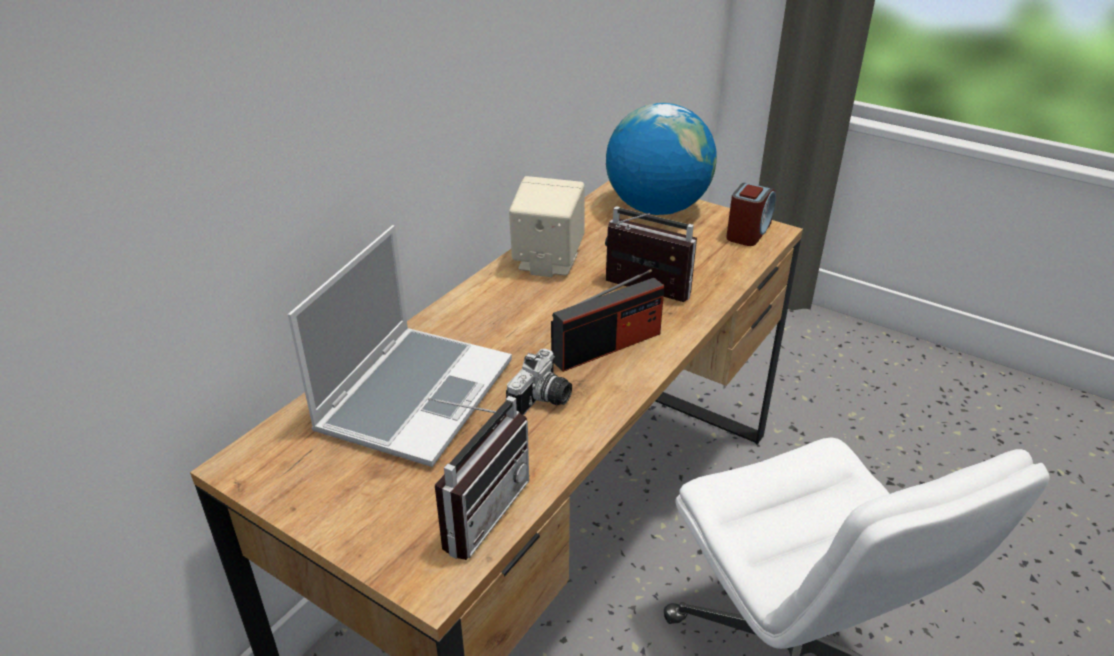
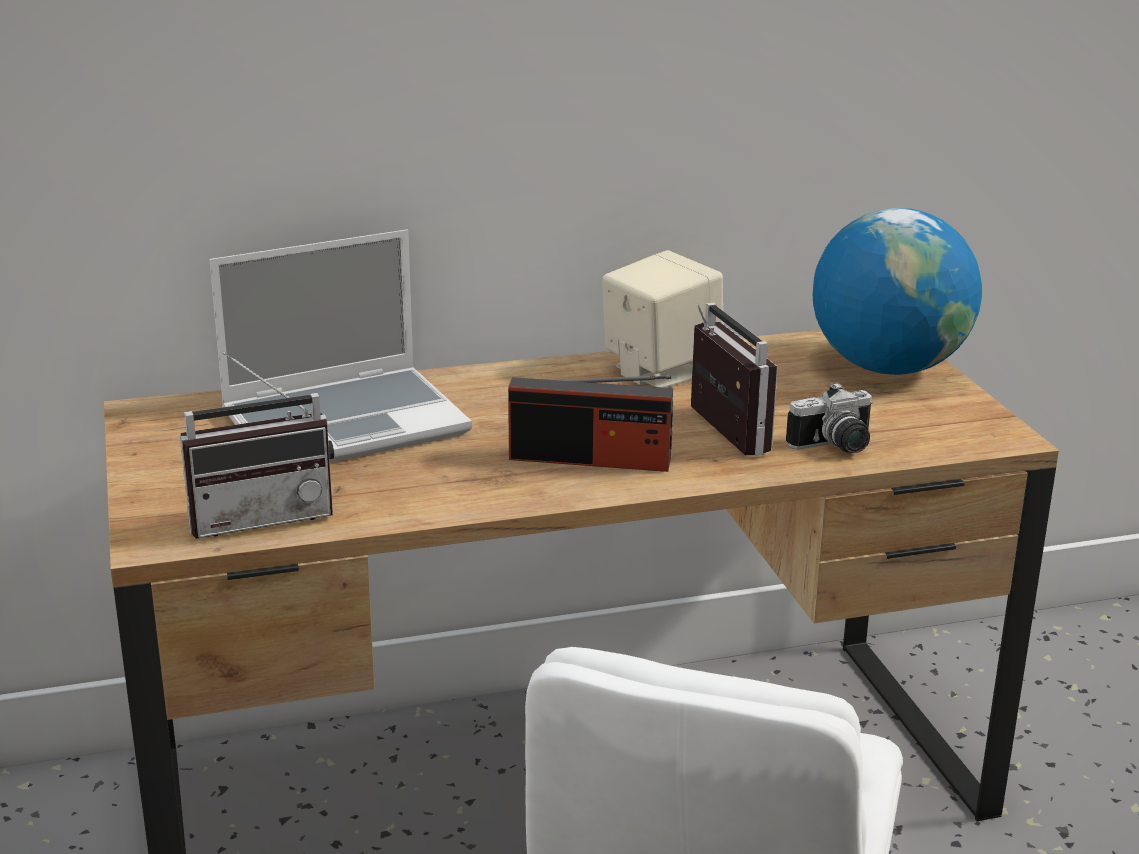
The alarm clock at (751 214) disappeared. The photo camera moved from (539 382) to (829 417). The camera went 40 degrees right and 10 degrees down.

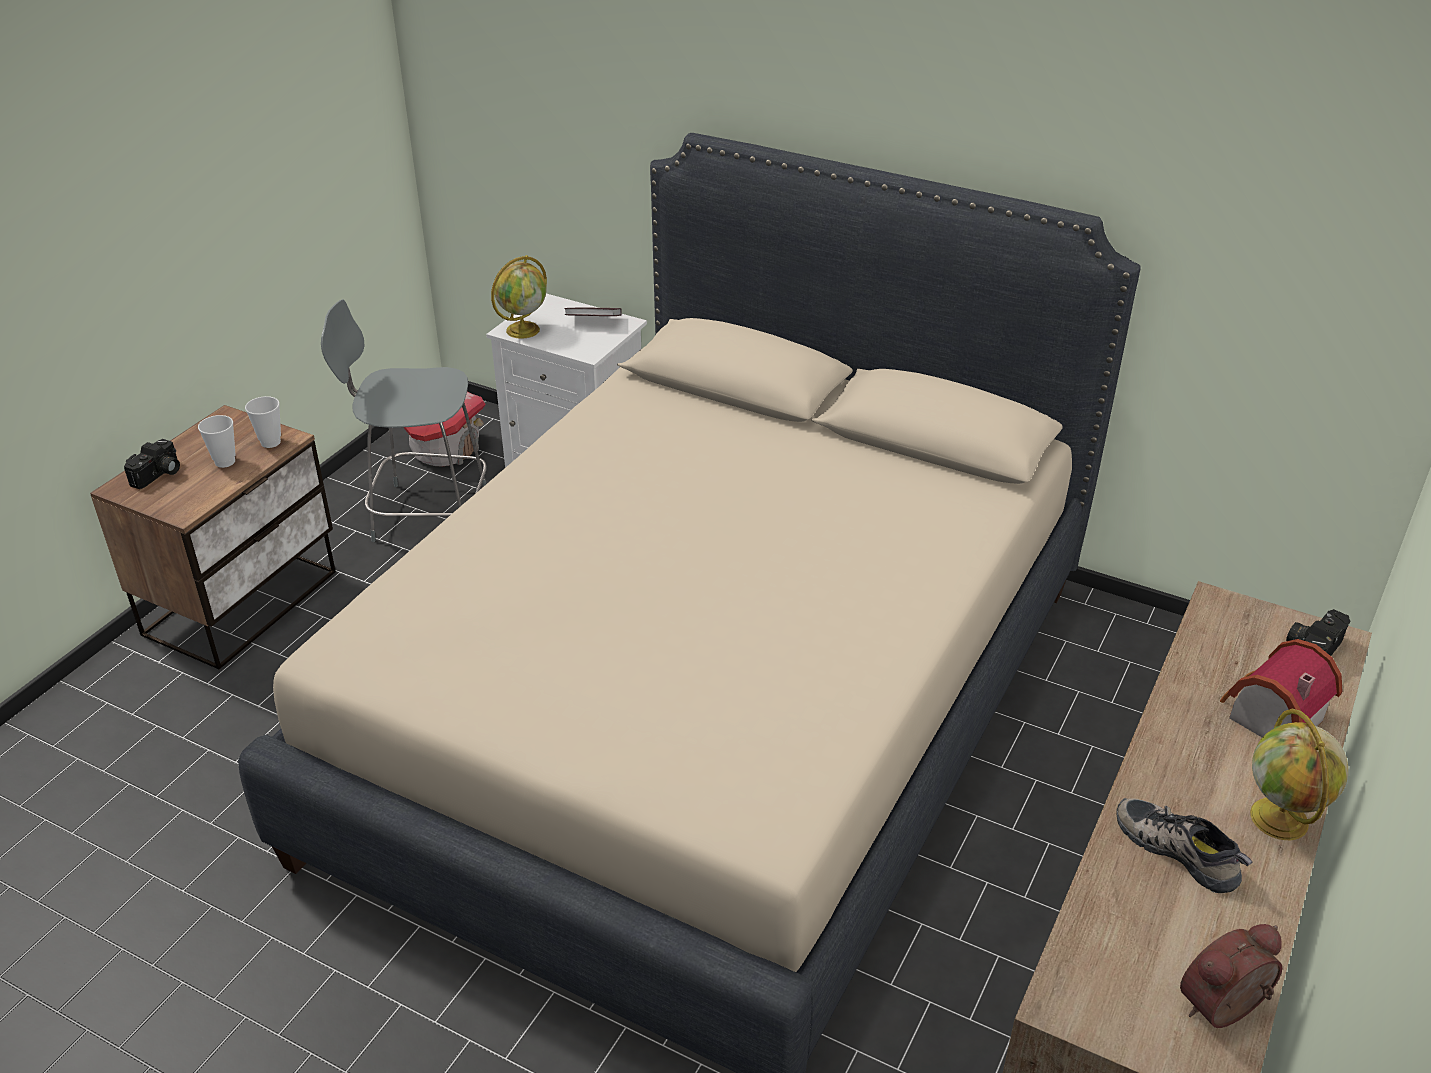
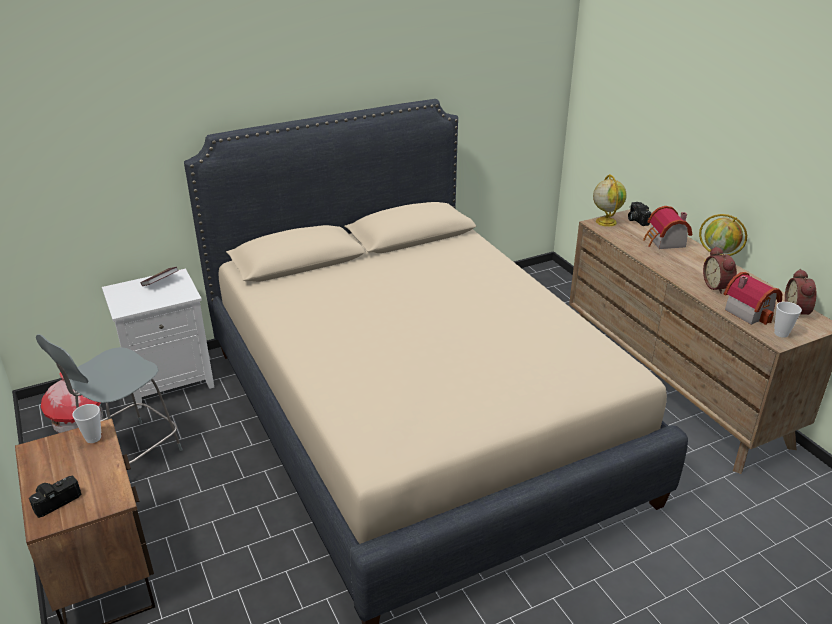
The model house at (753 298) appeared. The small cup moved from (216 441) to (788 320). The globe moved from (519 297) to (610 200). The item of footwear at (1184 845) was replaced by the alarm clock at (720 270). The photo camera at (152 464) turned 105 degrees counterclockwise. The camera went 55 degrees left and 5 degrees down.

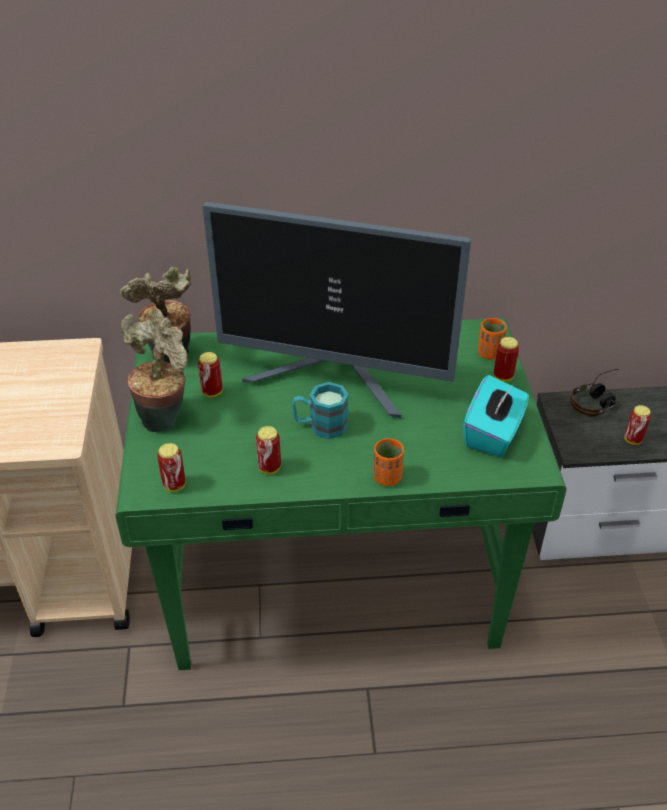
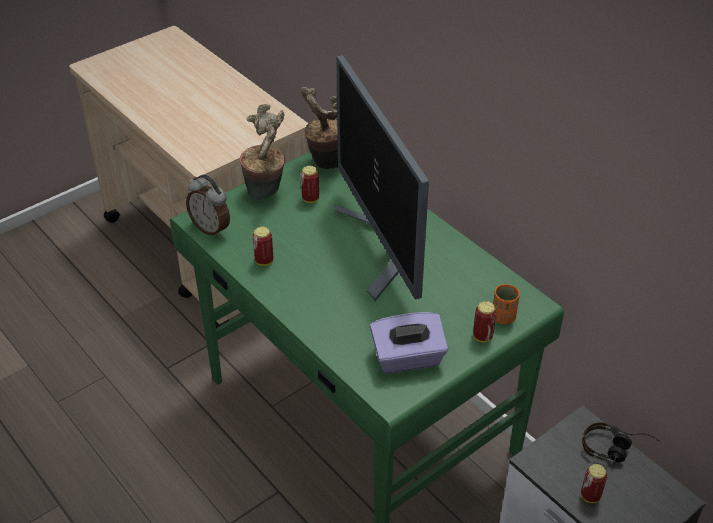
The turquoise mug at (320 410) disappeared. The orange-coloured small cup at (388 462) disappeared. The metal can at (171 467) was replaced by the alarm clock at (208 206). The turquoise tissue holder at (496 416) became the purplish tissue holder at (409 342). The camera went 55 degrees right and 0 degrees up.

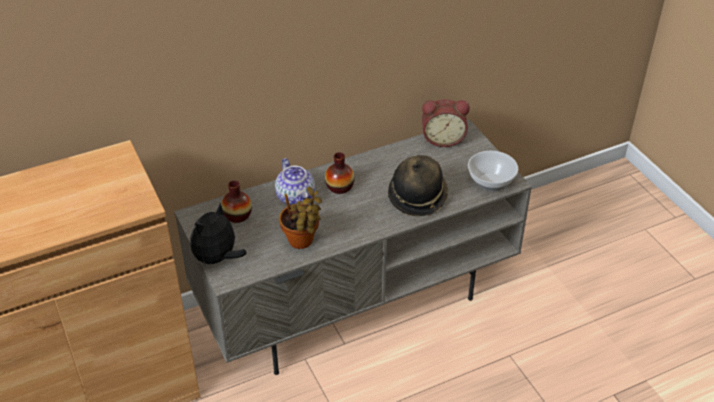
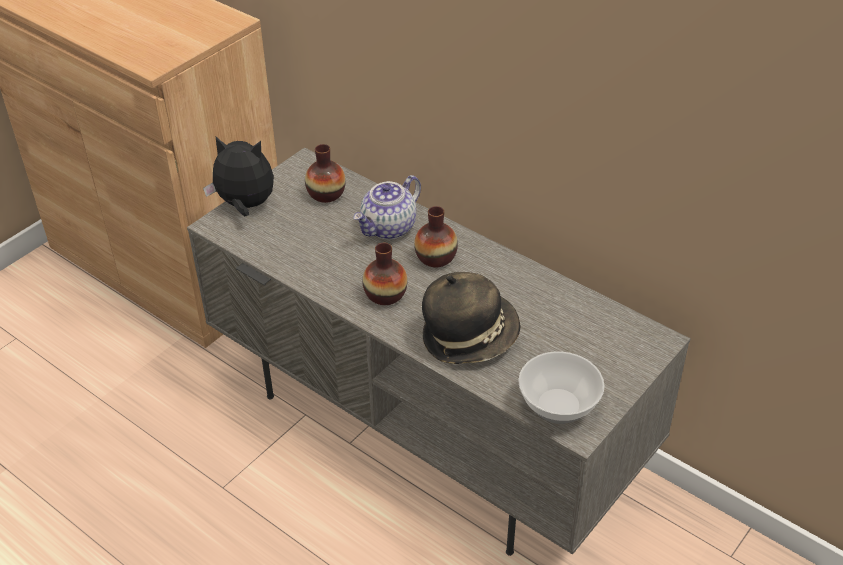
The potted plant at (300 218) disappeared. The alarm clock at (446 123) disappeared. The vase at (385 274) appeared. The camera went 65 degrees right and 0 degrees up.

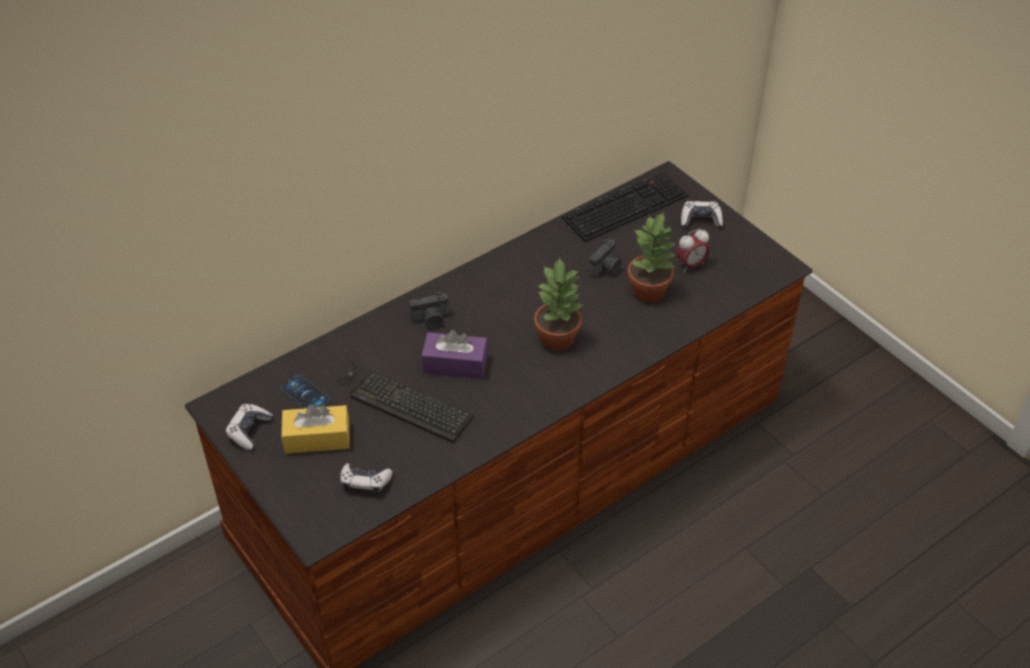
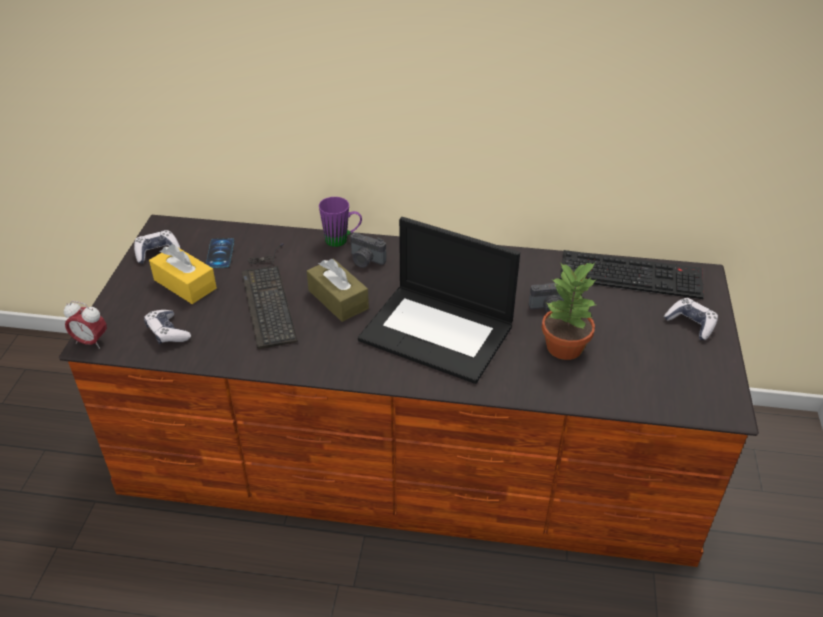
The purplish mug at (340 222) appeared. The alarm clock moved from (693 250) to (85 325). The potted plant at (558 304) was replaced by the notebook computer at (439 300). The purplish tissue holder at (455 354) became the brown-coloured tissue holder at (338 290). The camera went 45 degrees right and 5 degrees down.

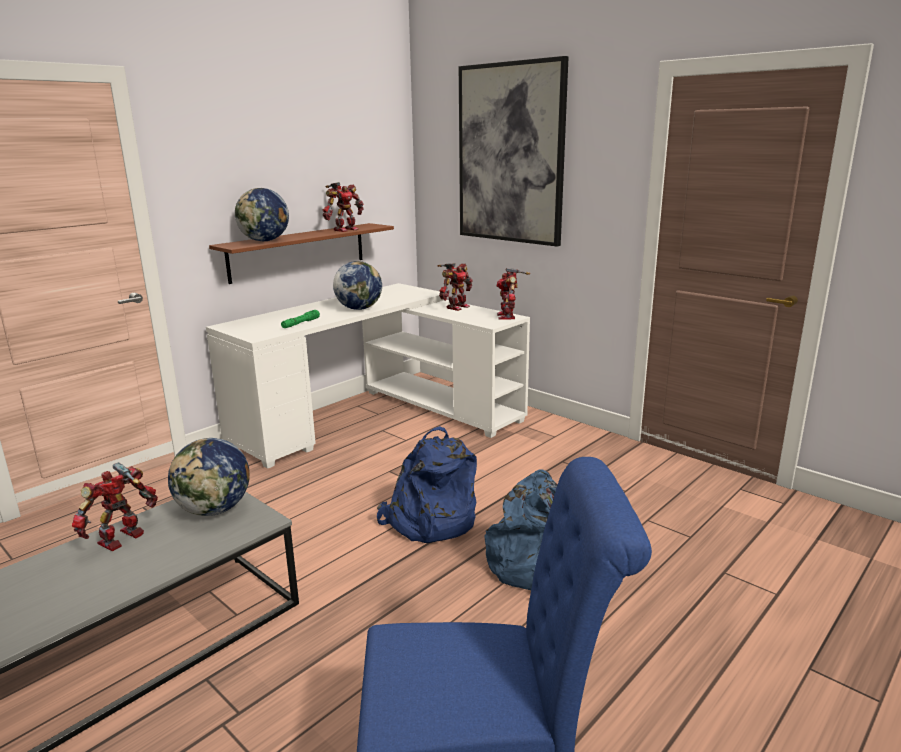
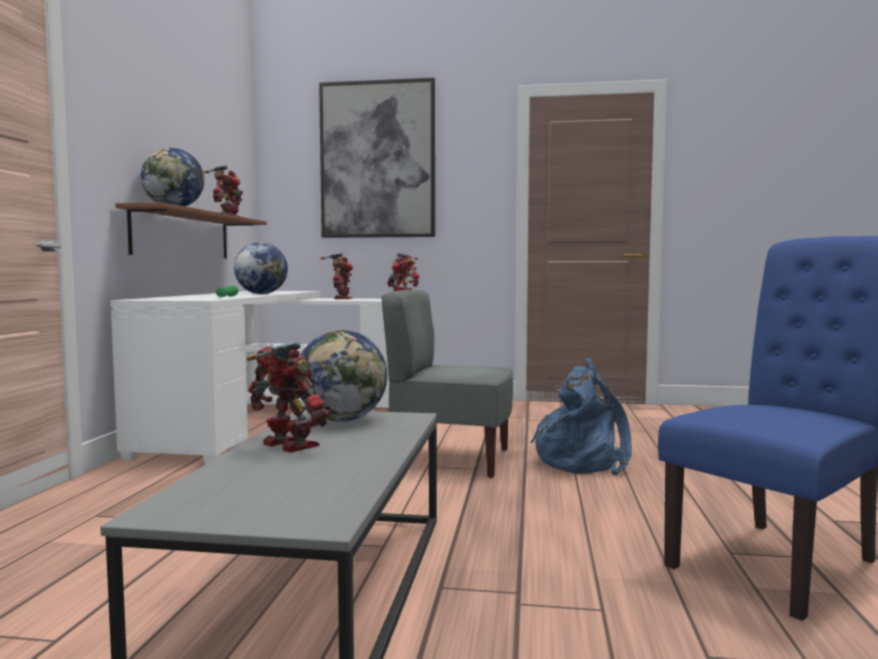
The blue-coloured backpack at (427 484) was replaced by the grey upright chair at (447 384). The robot figure at (115 507) turned 135 degrees clockwise. The camera went 35 degrees left and 15 degrees down.

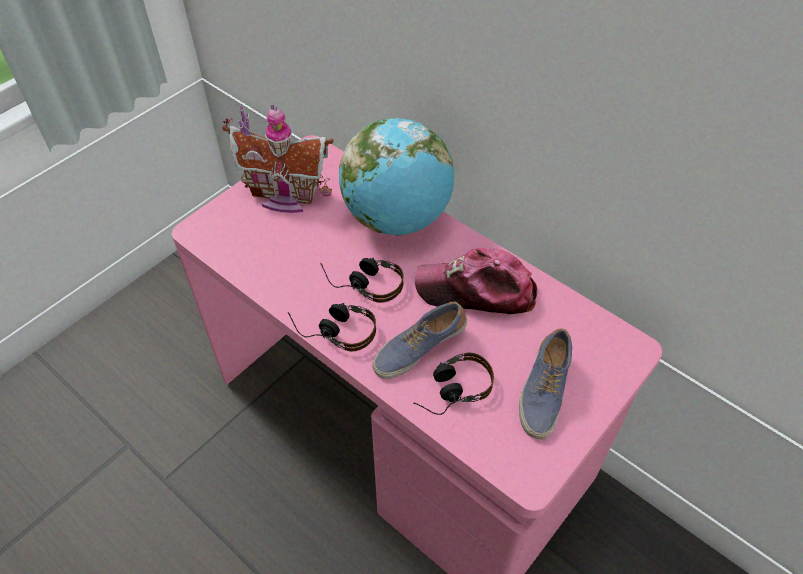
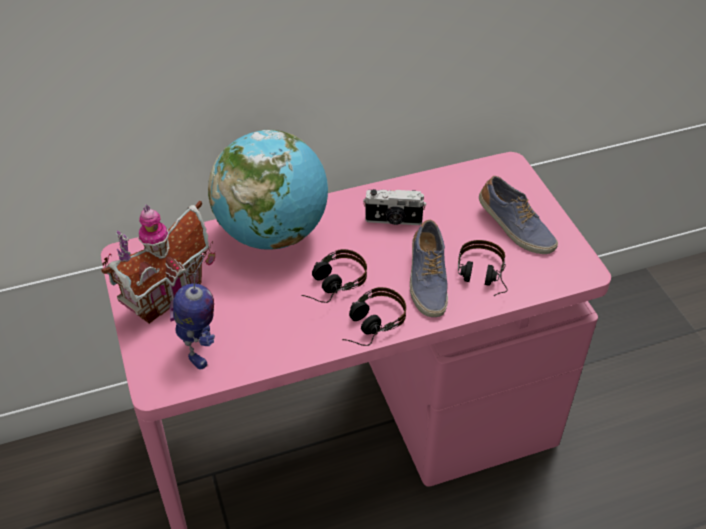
The robot figure at (194 312) appeared. The cap at (476 281) was replaced by the photo camera at (394 207). The camera went 60 degrees left and 5 degrees down.

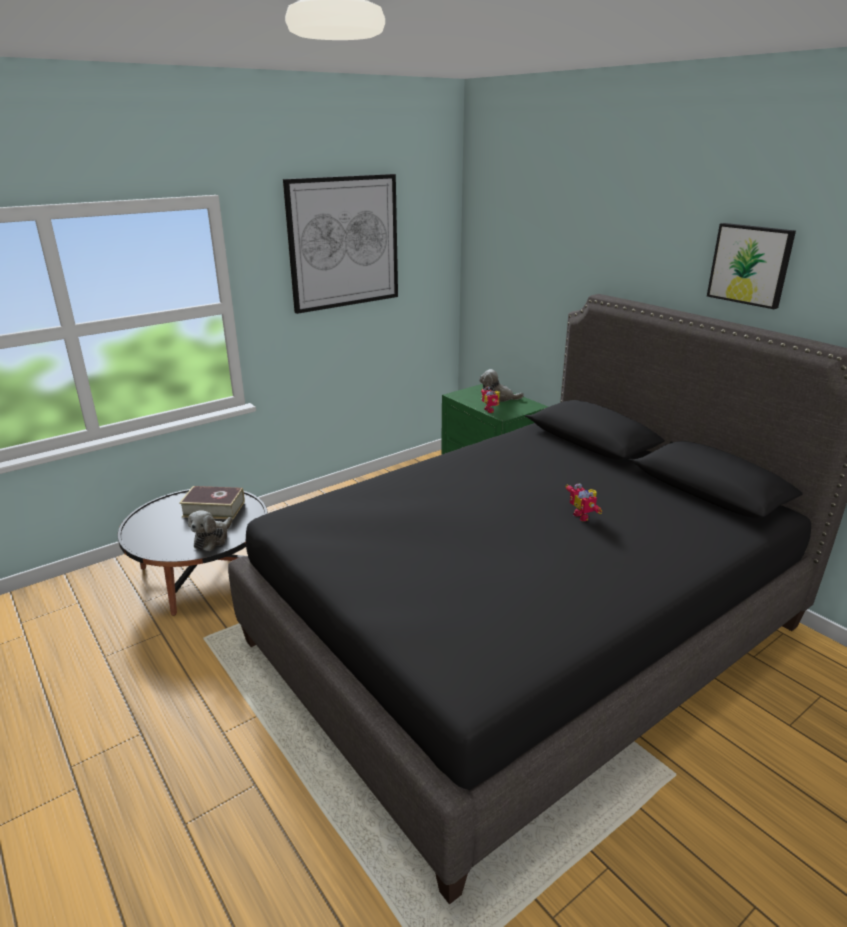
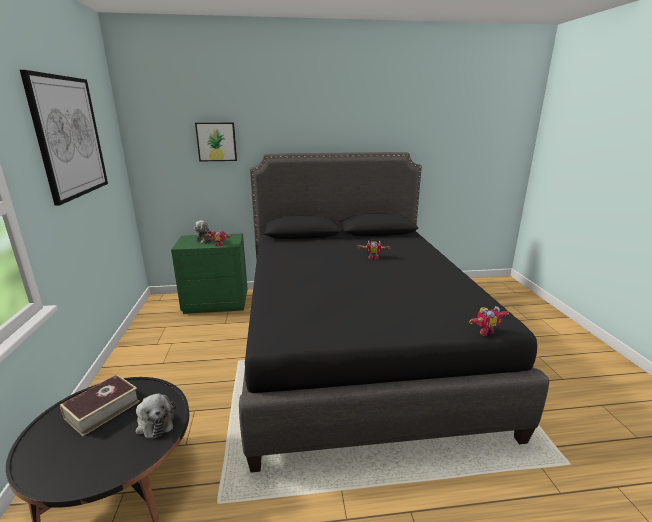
The robot figure at (489 321) appeared. The picture moved from (751 266) to (216 142). The camera went 60 degrees left and 5 degrees down.

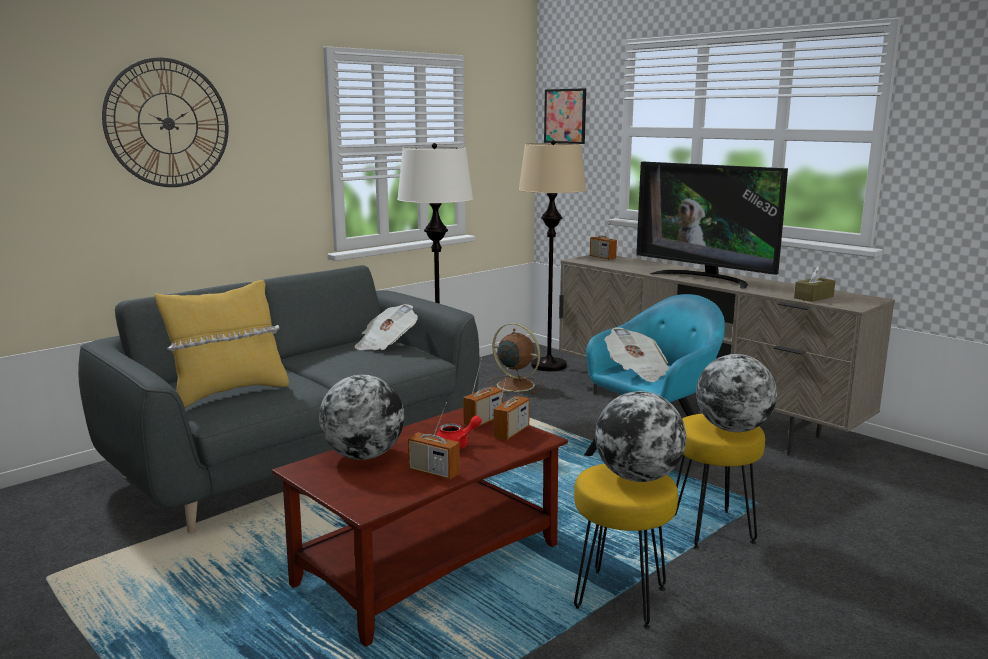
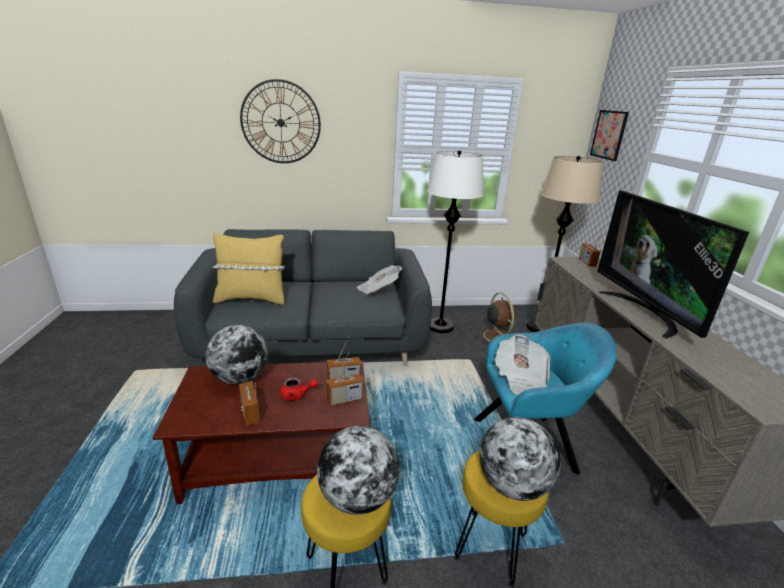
The brown-coloured tissue holder at (814 284) disappeared. The camera went 35 degrees right and 10 degrees up.

